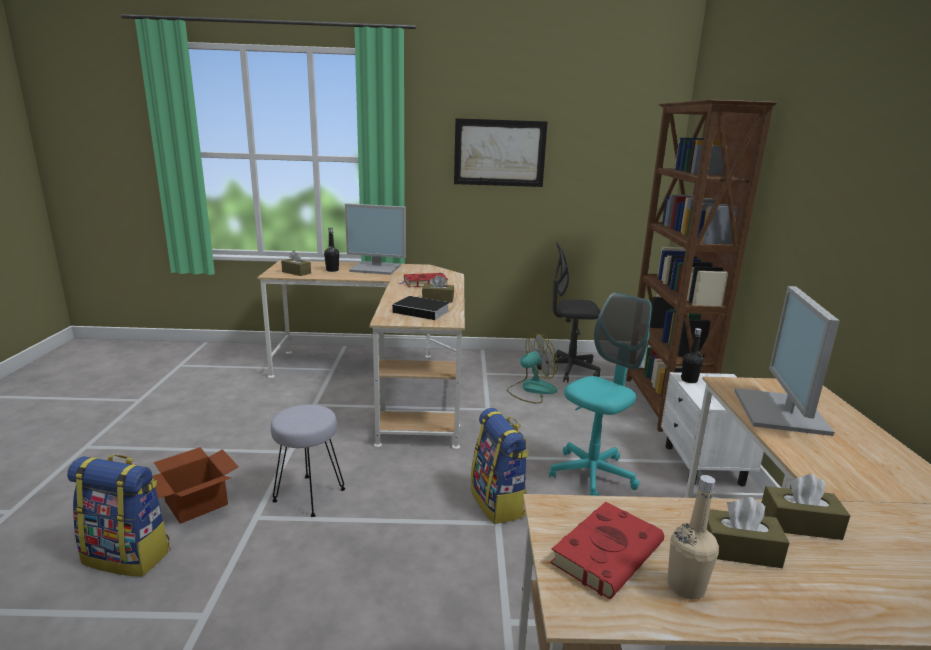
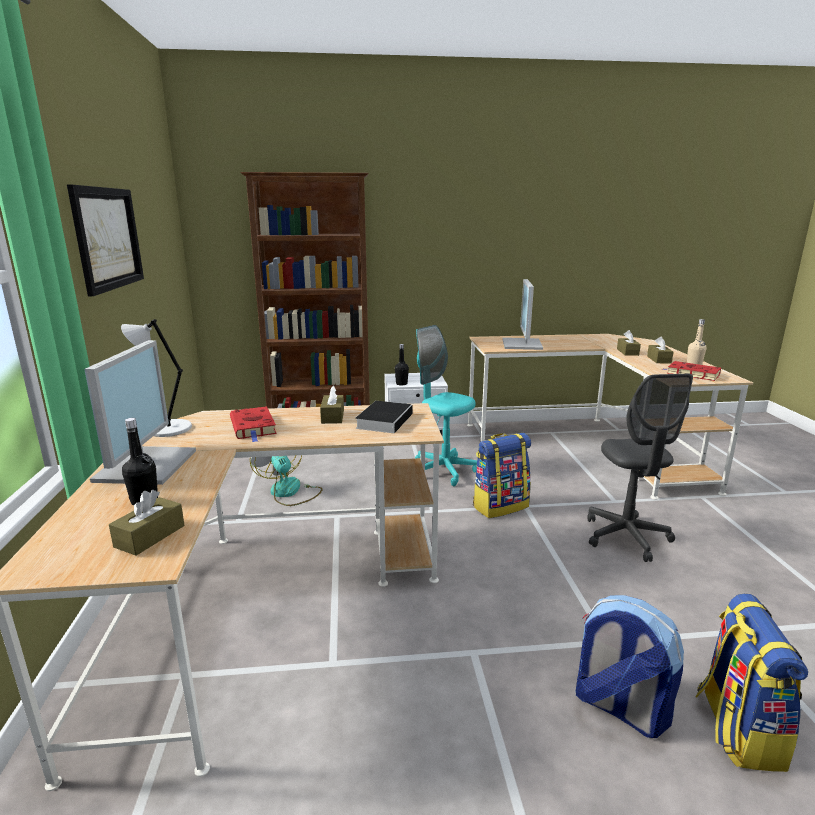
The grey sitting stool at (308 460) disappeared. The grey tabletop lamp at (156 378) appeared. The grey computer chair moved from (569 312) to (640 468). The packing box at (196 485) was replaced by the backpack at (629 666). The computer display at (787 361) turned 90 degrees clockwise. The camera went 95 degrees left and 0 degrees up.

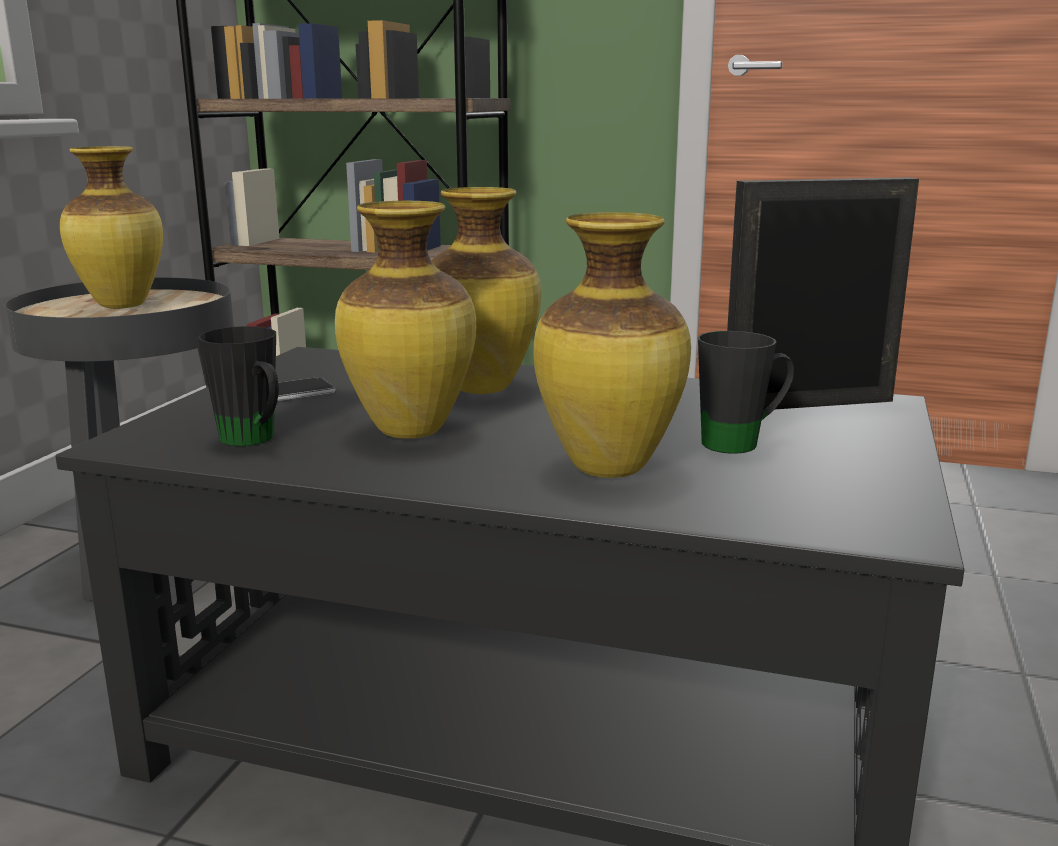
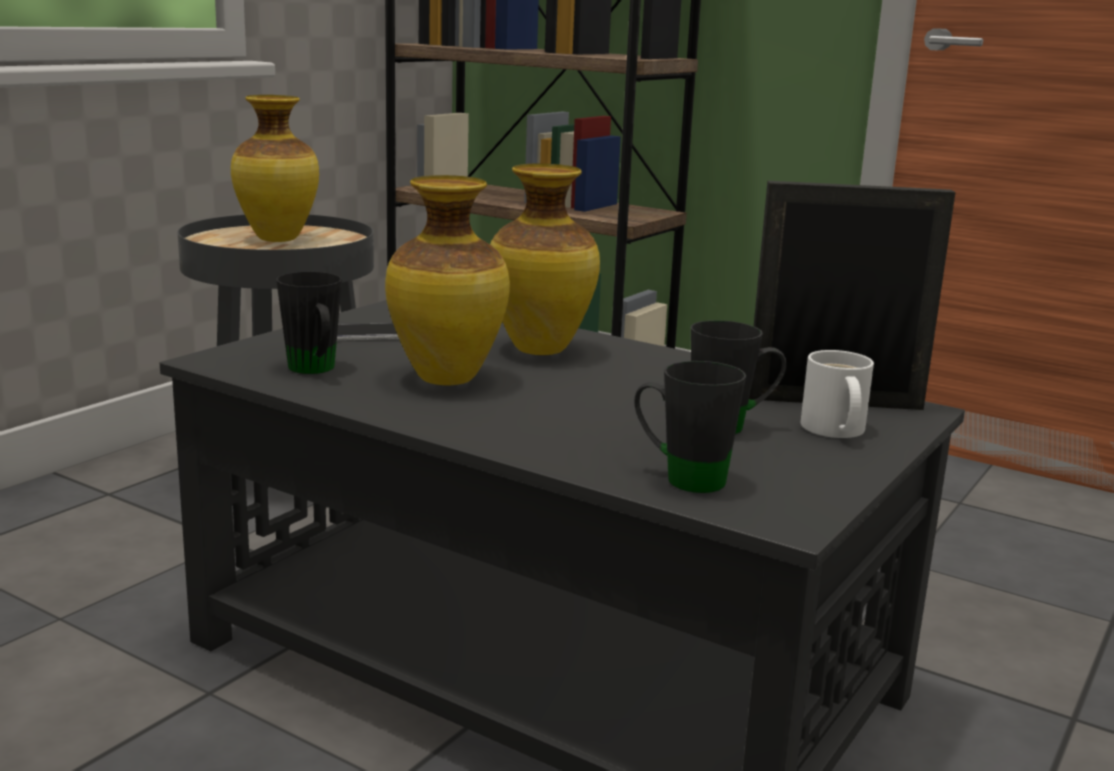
The vase at (612 345) disappeared. The black mug at (690 427) appeared. The white mug at (837 394) appeared. The camera went 15 degrees right and 0 degrees up.

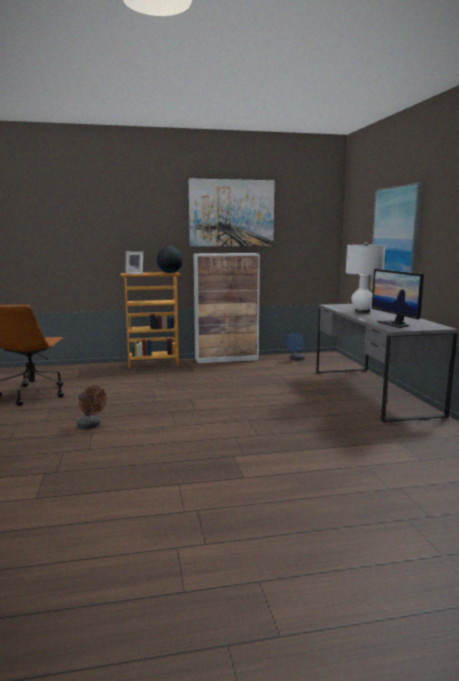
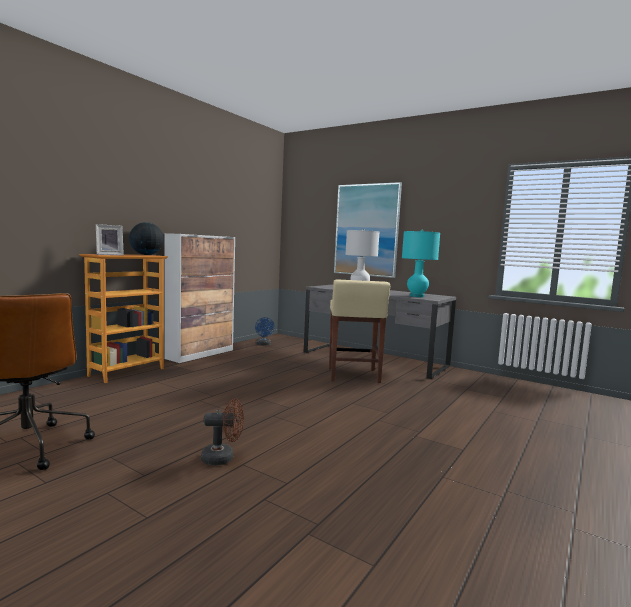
The picture at (232 213) disappeared. The beige sitting stool at (359 331) appeared. The computer display at (398 298) was replaced by the turquoise tabletop lamp at (421 263). The camera went 45 degrees left and 5 degrees down.

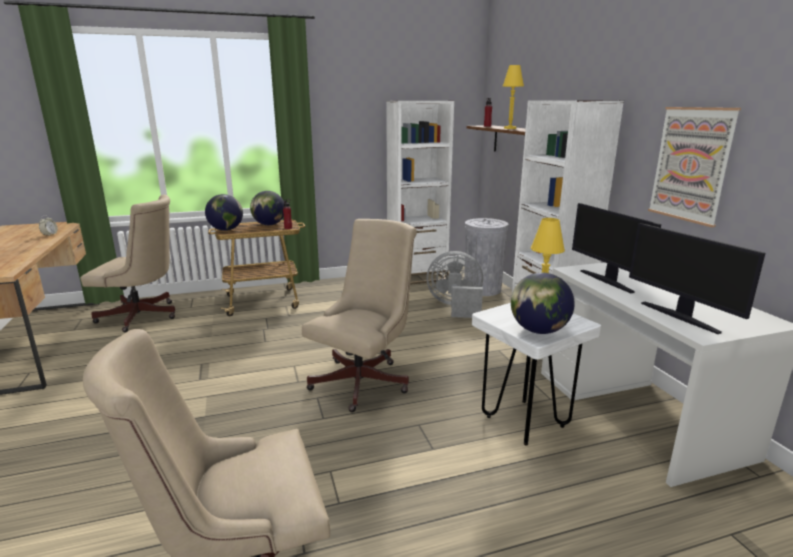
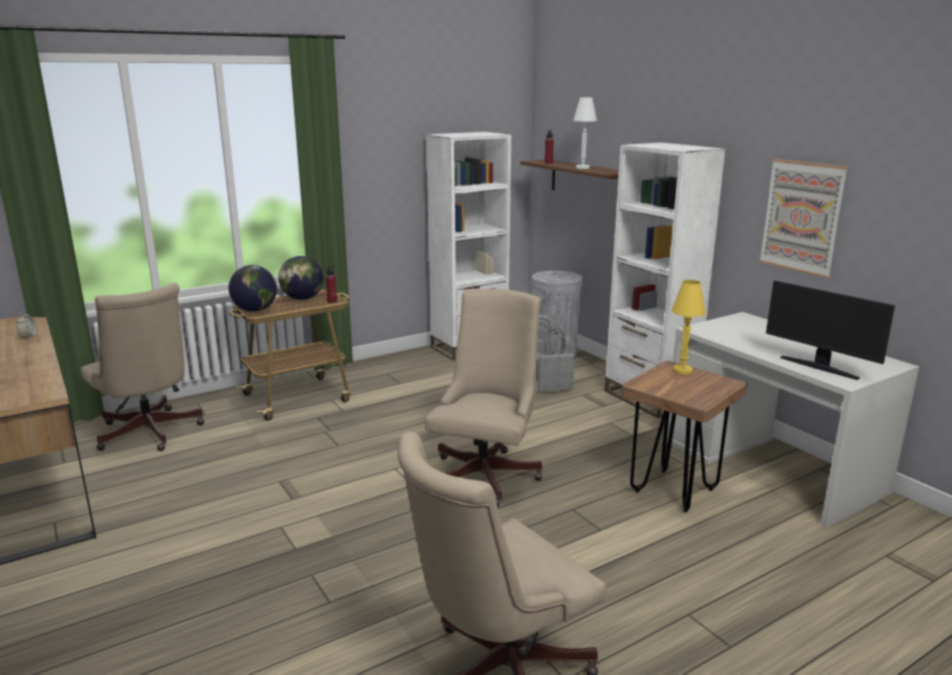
The globe at (543 303) disappeared. The computer display at (616 248) disappeared. The white sitting stool at (536 374) became the brown-coloured sitting stool at (684 436). The yellow-coloured tabletop lamp at (513 97) became the white tabletop lamp at (585 133). The beige computer chair at (127 263) turned 60 degrees clockwise. The camera went 15 degrees left and 0 degrees up.

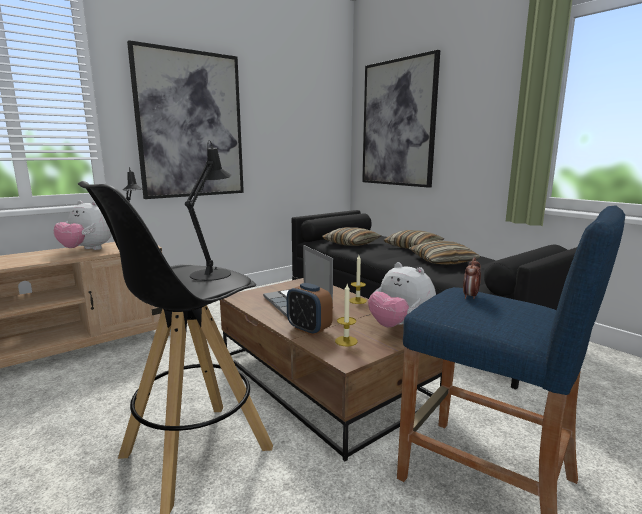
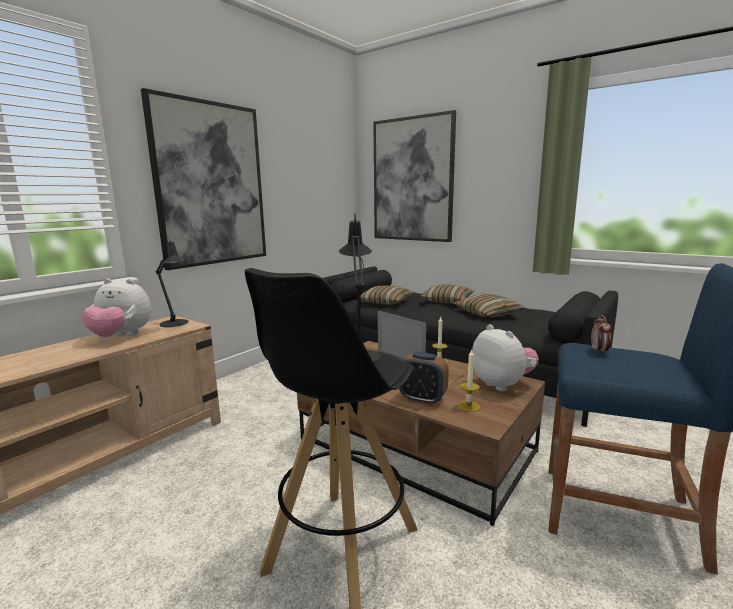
The plush toy at (402 295) turned 150 degrees counterclockwise. The camera went 15 degrees left and 0 degrees up.

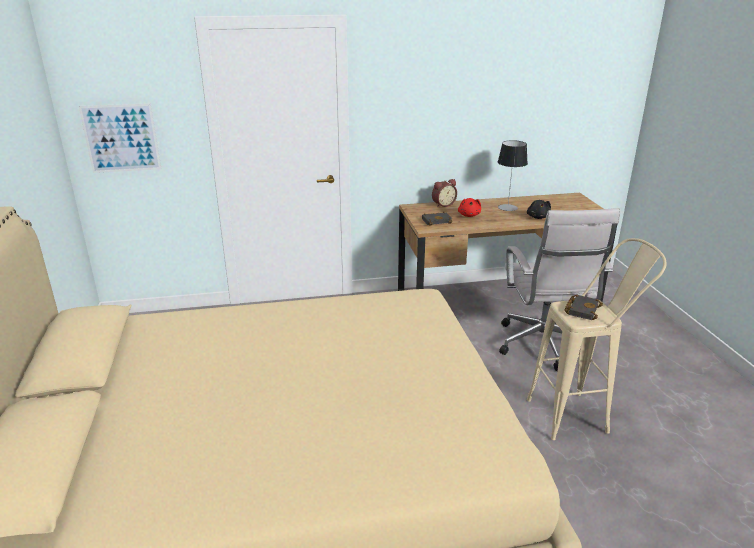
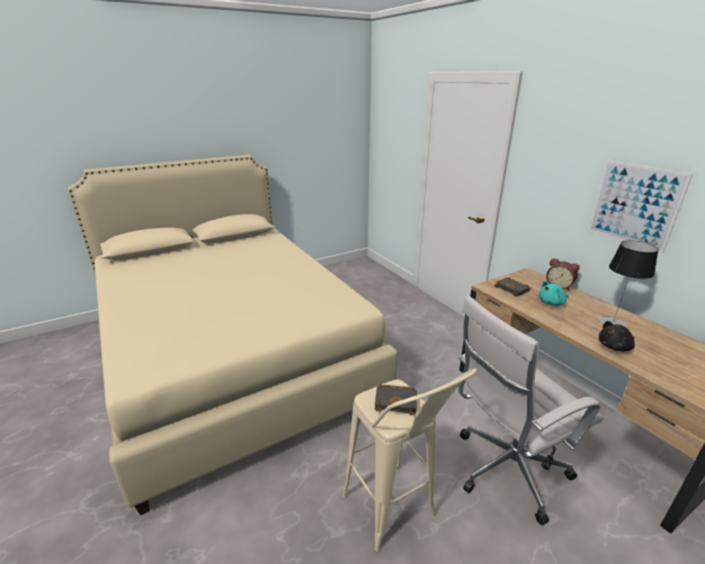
The picture moved from (120 138) to (640 206). The reddish plush toy at (469 207) became the turquoise plush toy at (553 293). The camera went 70 degrees right and 0 degrees up.

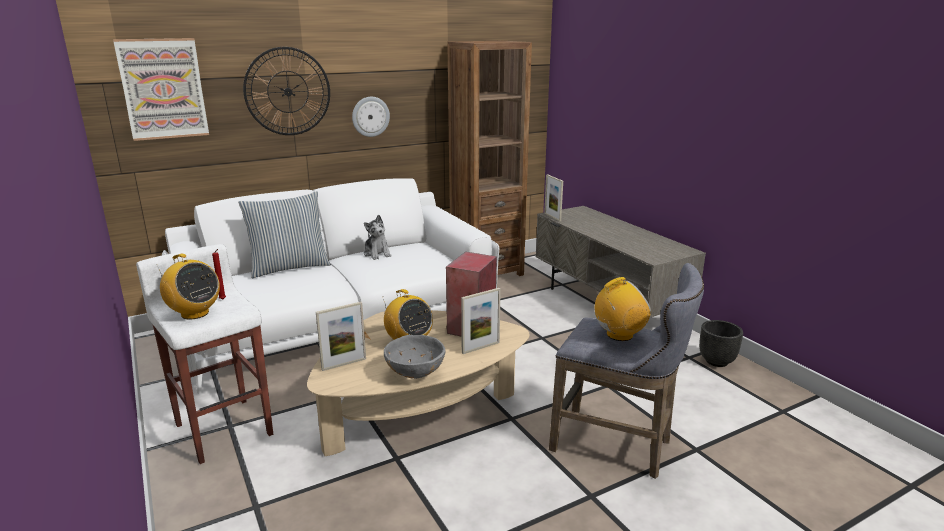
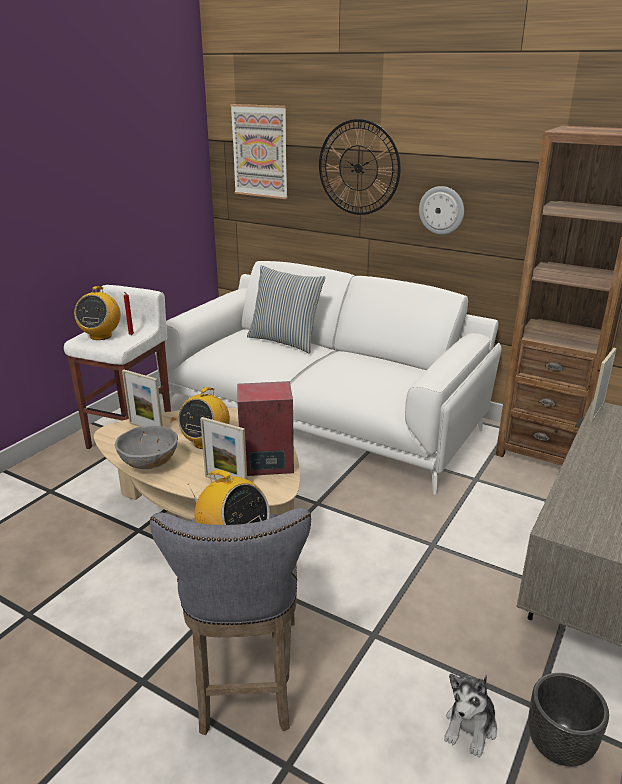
The plush toy moved from (377 237) to (470 715). The camera went 60 degrees right and 5 degrees up.

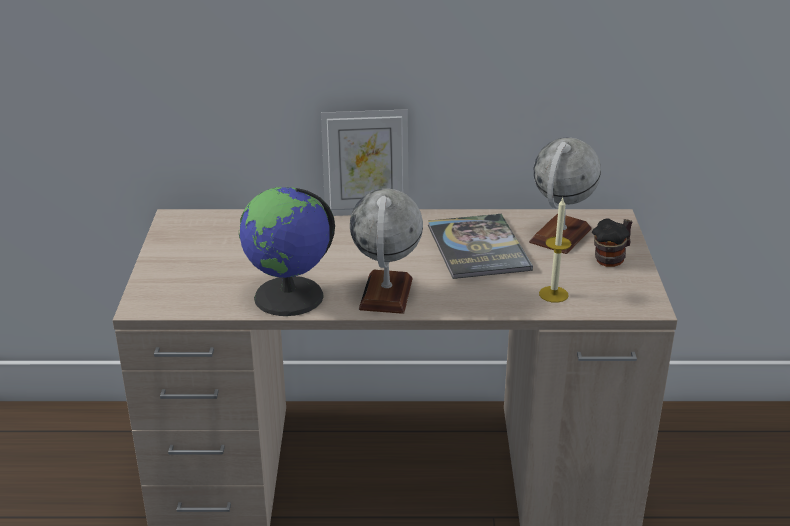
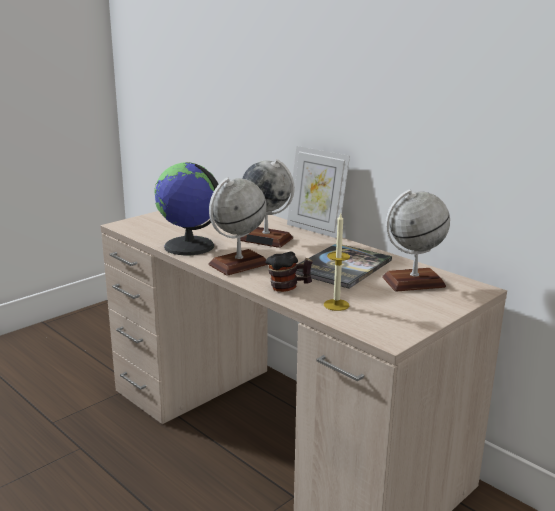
The globe at (267 203) appeared. The mug moved from (612 242) to (289 272). The camera went 45 degrees right and 10 degrees down.

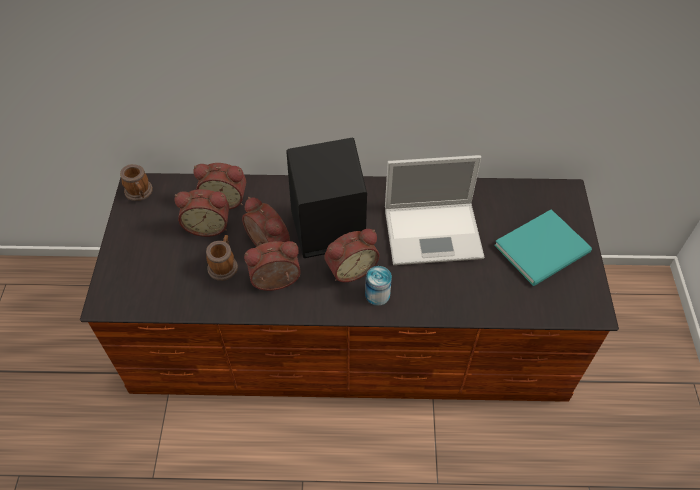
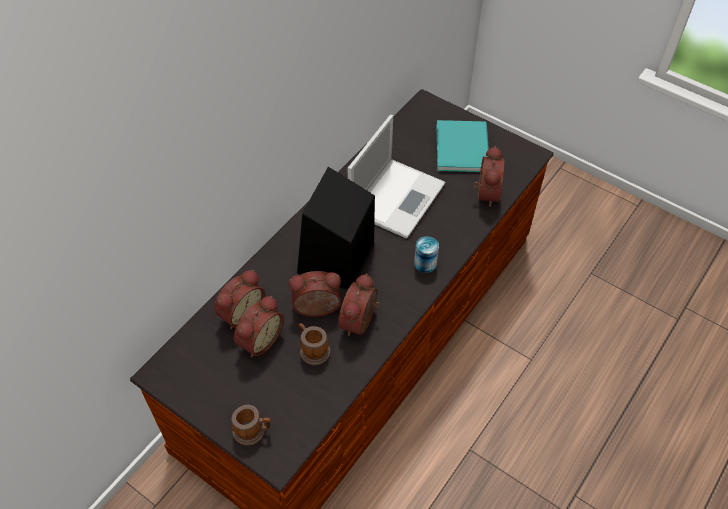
The mug moved from (136 182) to (251 425). The alarm clock moved from (351 255) to (489 176). The camera went 55 degrees left and 0 degrees up.

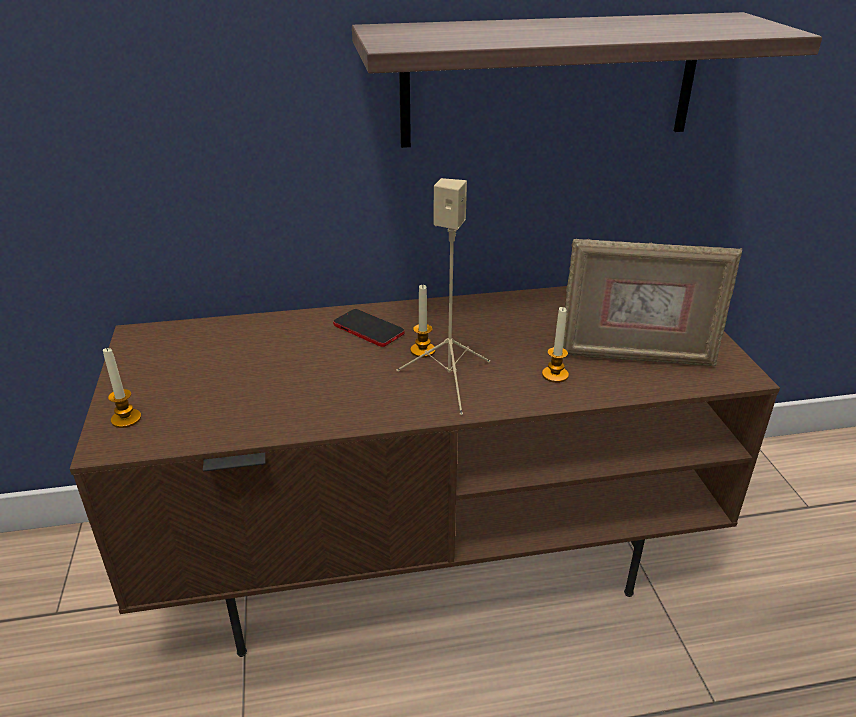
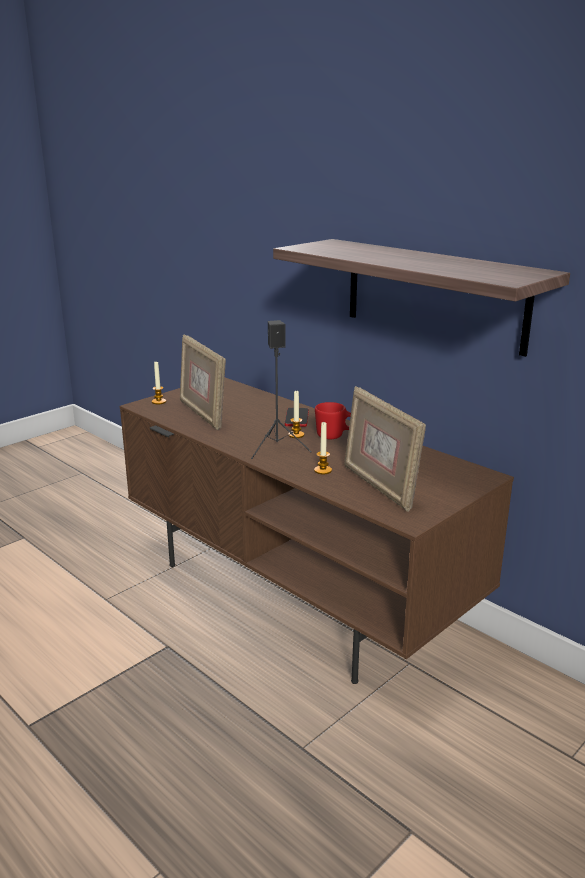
The standing frame at (203 382) appeared. The reddish mug at (333 420) appeared. The beige audio speaker at (443 296) became the black audio speaker at (281 389). The camera went 55 degrees right and 10 degrees down.

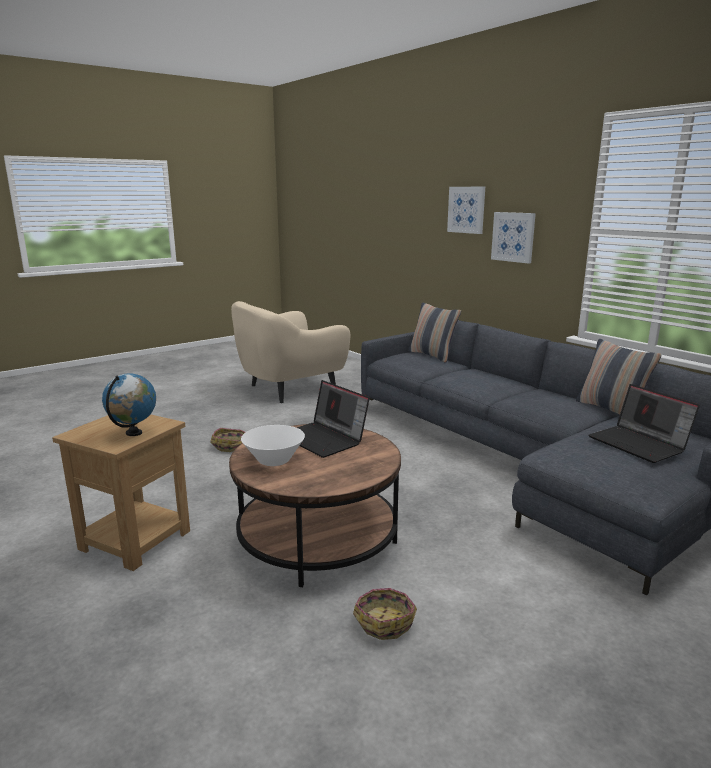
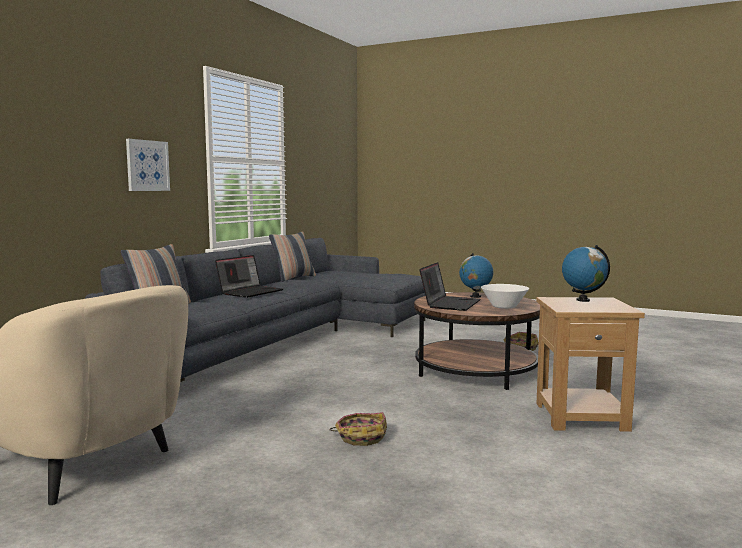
The picture at (466 210) disappeared. The globe at (476 275) appeared. The notebook computer moved from (644 423) to (249 276). The camera went 115 degrees left and 10 degrees down.

